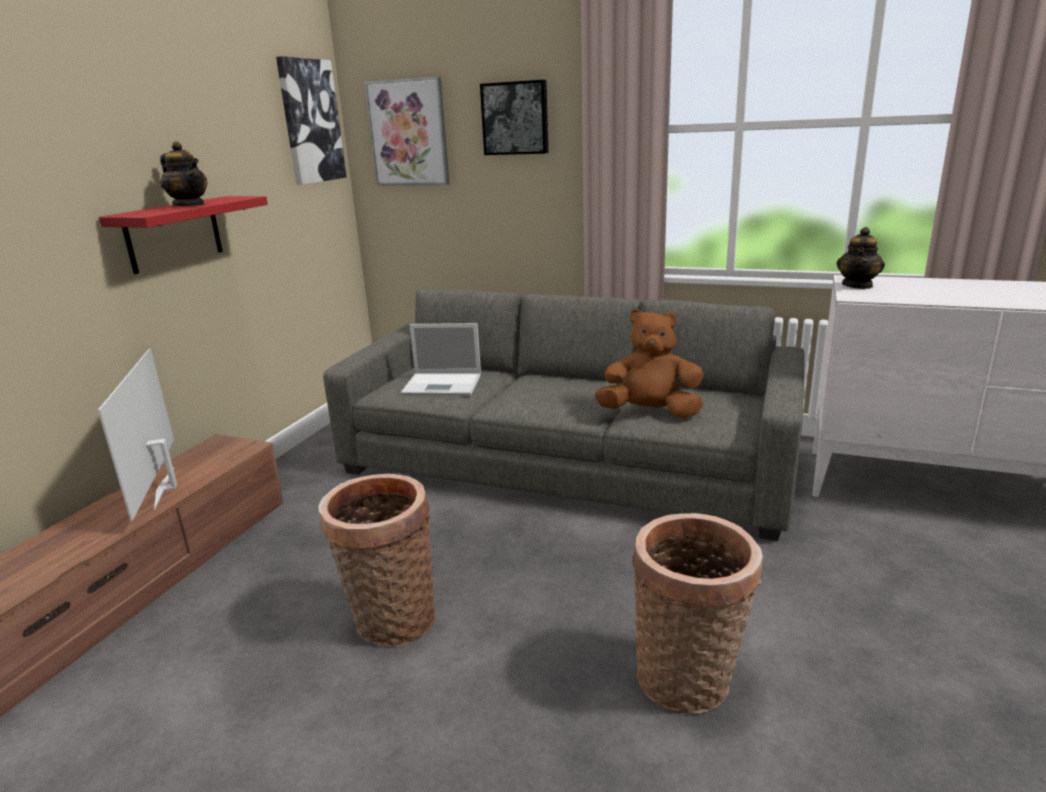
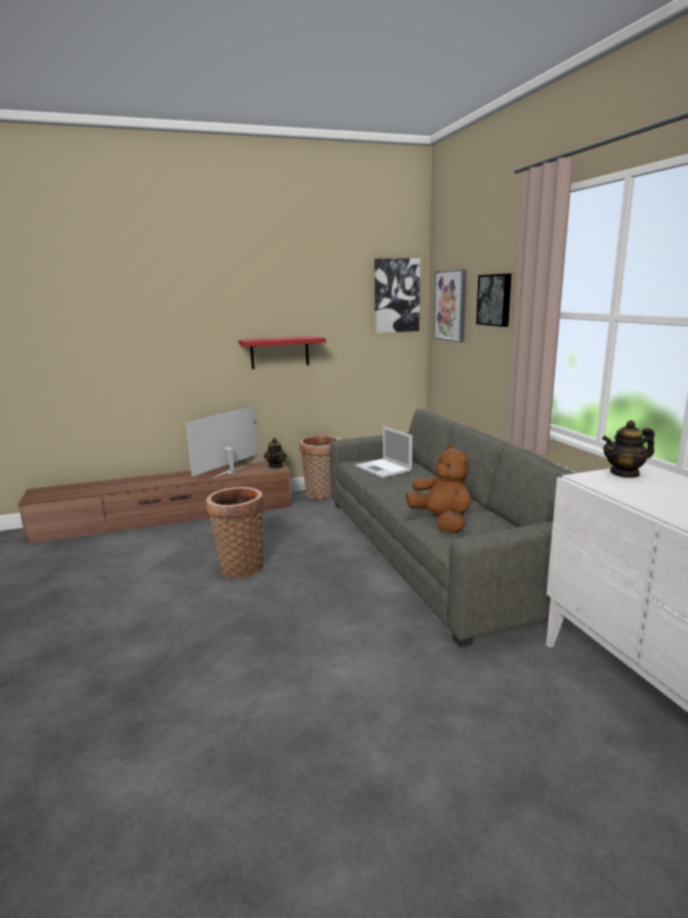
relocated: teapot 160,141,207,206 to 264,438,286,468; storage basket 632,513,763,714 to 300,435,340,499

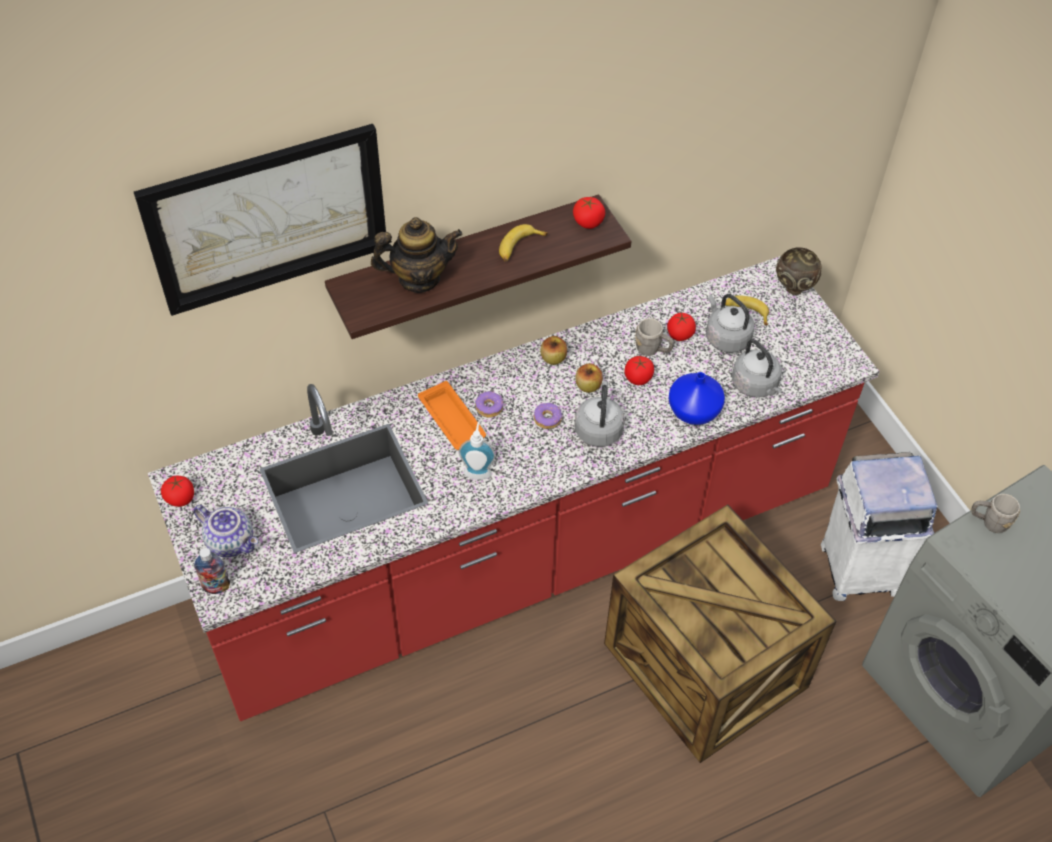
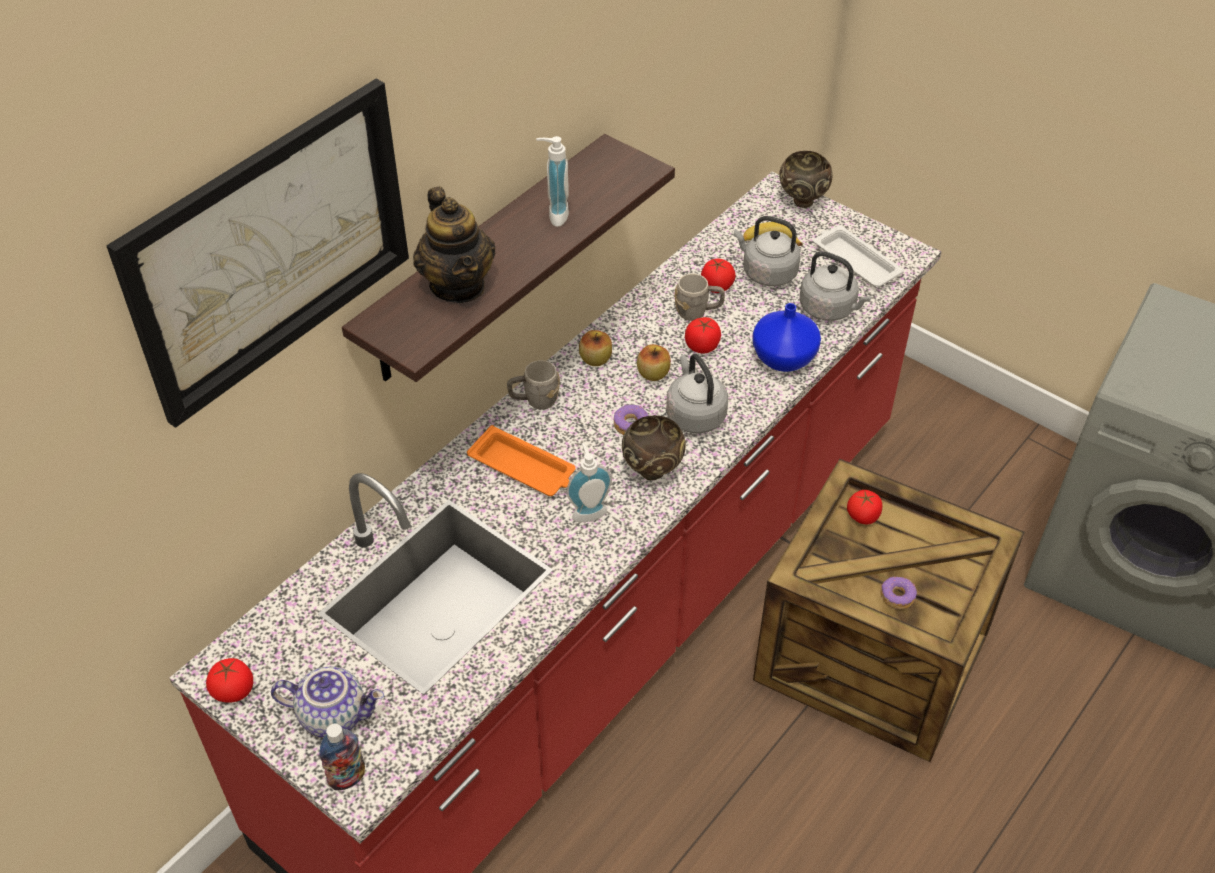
missing: white waste bin 821,452,938,601
appeared: brown-coloured bowl 622,416,686,481; white serving tray 813,225,904,288
relocated: gray tea mug 971,494,1021,533 to 507,360,560,410; whole tomato 573,197,605,229 to 847,490,883,524; donut 475,391,503,418 to 881,577,917,609
exchanged: banana fruit 499,224,548,262 to liquid soap bottle 536,136,569,227
spun: teapot 371,217,463,293 = 413,187,495,303 105 degrees clockwise

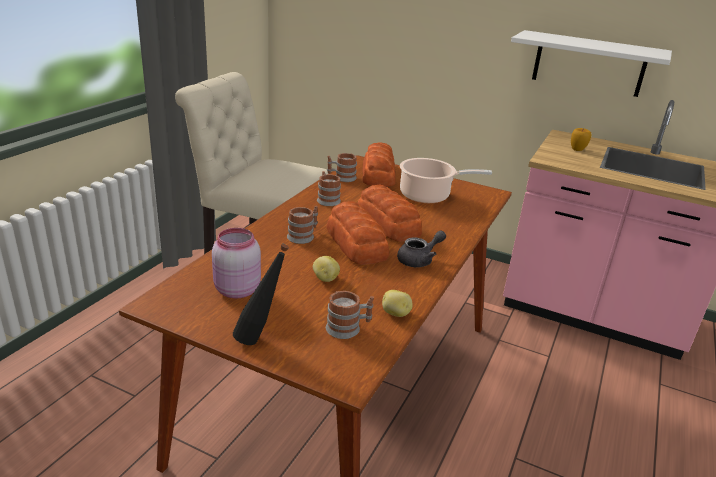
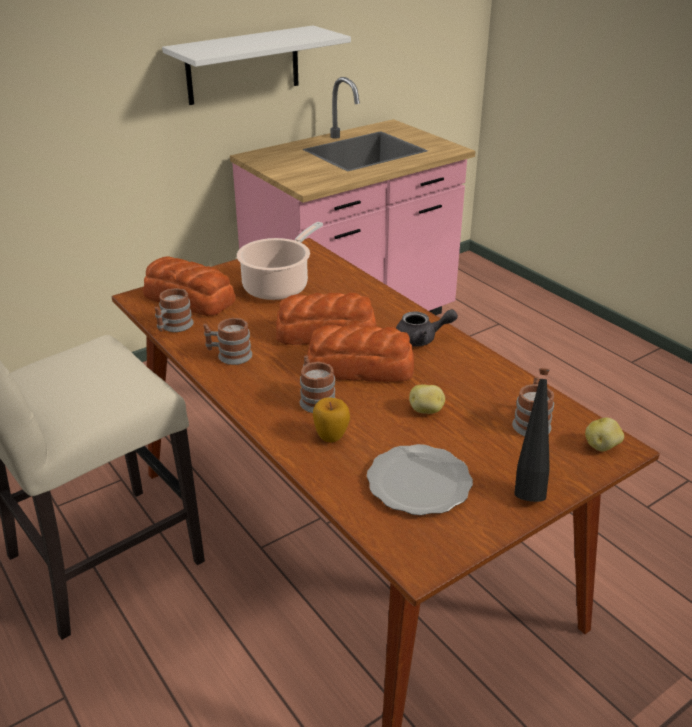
relocated: apple 571,128,591,151 to 313,397,350,443; spud 382,290,412,317 to 585,418,624,451
exchanged: pinkish preserve jar 212,228,261,298 to dinner plate 367,444,473,515
spun: gray teapot 397,230,446,267 = 396,309,458,346 90 degrees clockwise

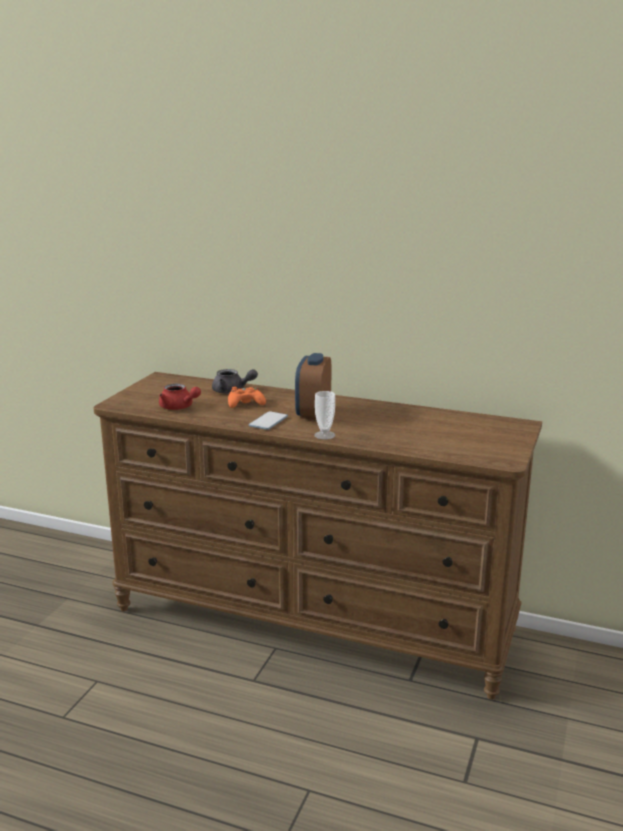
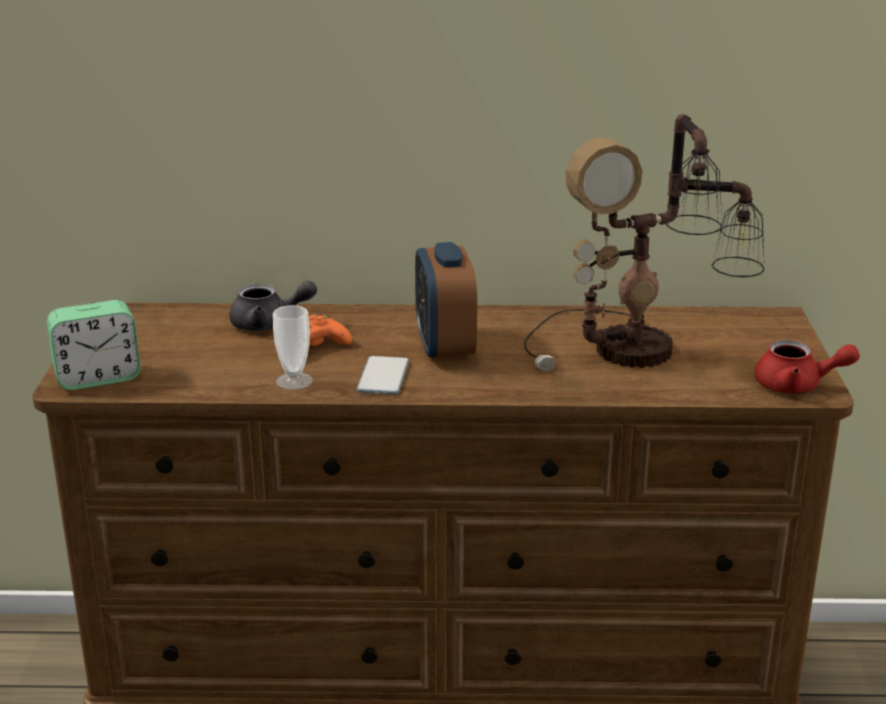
appeared: bedside clock 47,300,141,390; lamp for a table 524,114,764,371
relocated: cup 314,391,335,439 to 273,305,313,390; red teapot 159,384,201,410 to 755,340,860,393

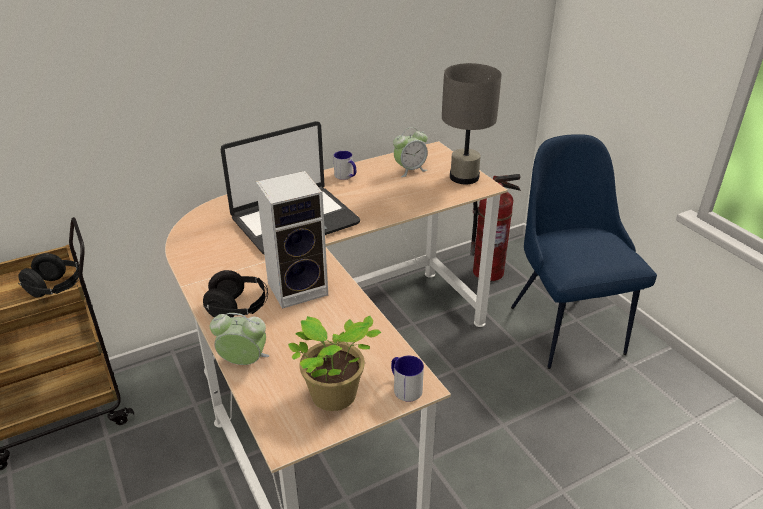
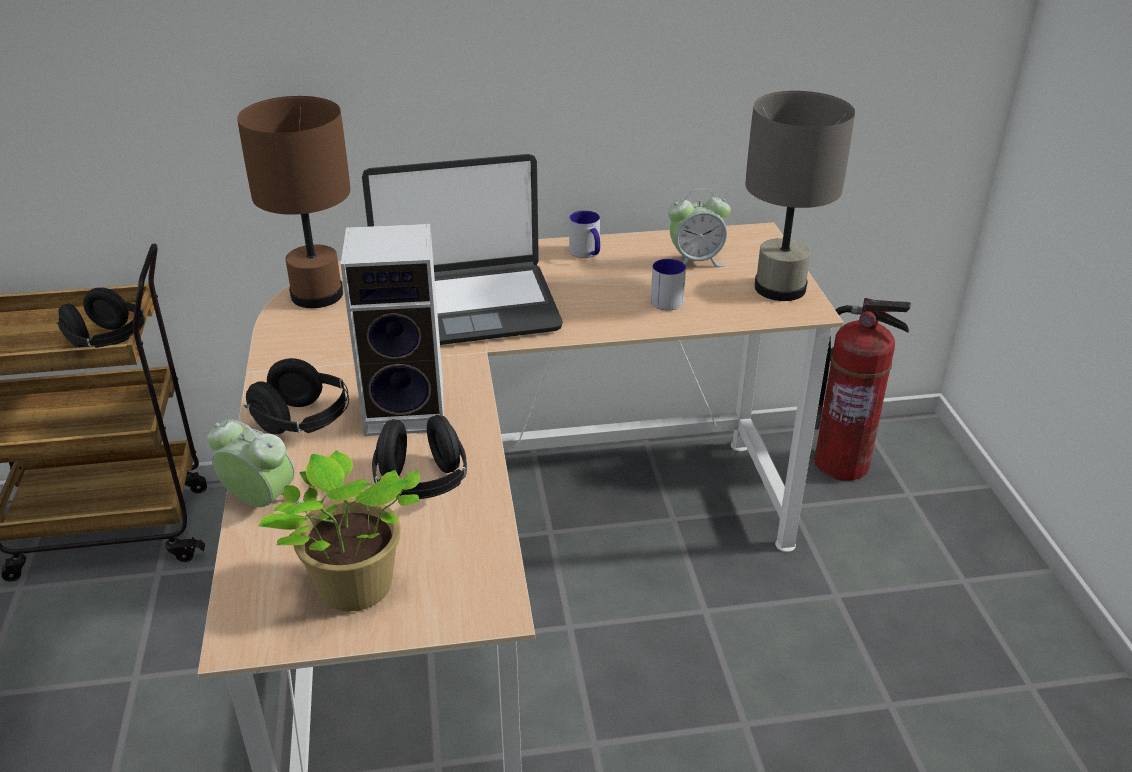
missing: bluish chair 511,134,657,369
appeared: brown-coloured lamp for a table 237,96,350,308; black-coloured headset 372,415,467,499
relocated: tea mug 391,356,424,402 to 651,259,686,310

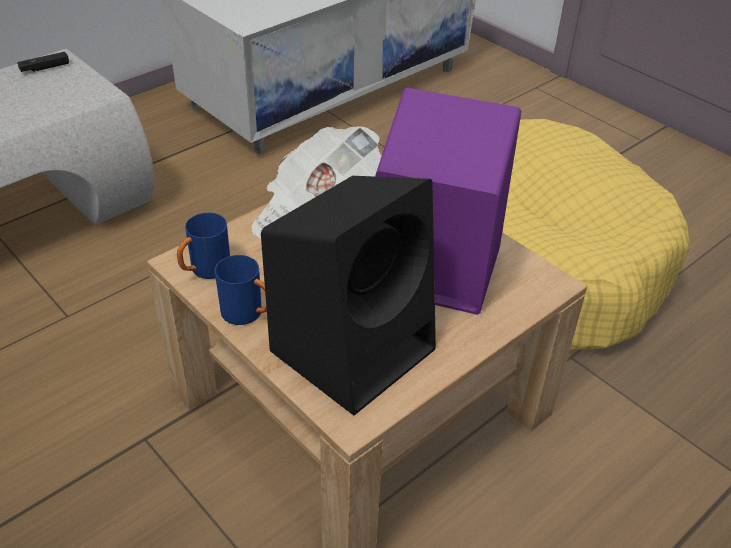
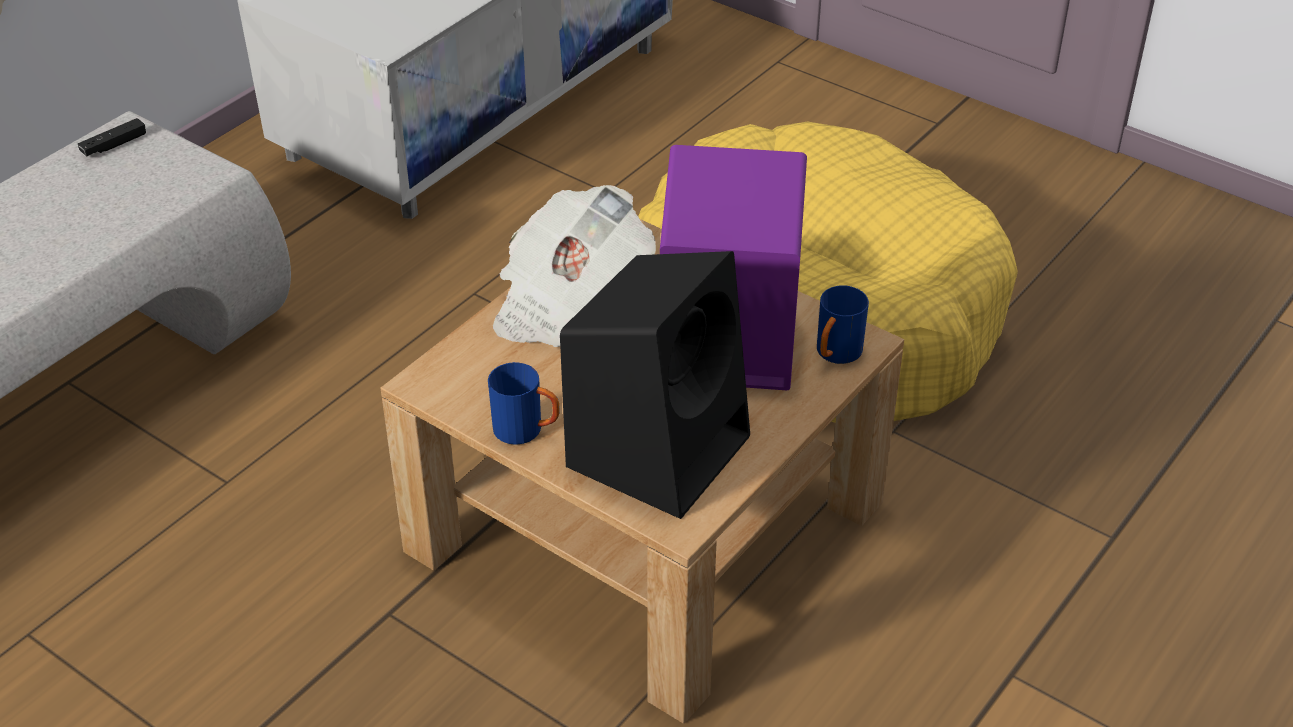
relocated: bluish tea mug 177,213,230,279 to 817,285,869,364

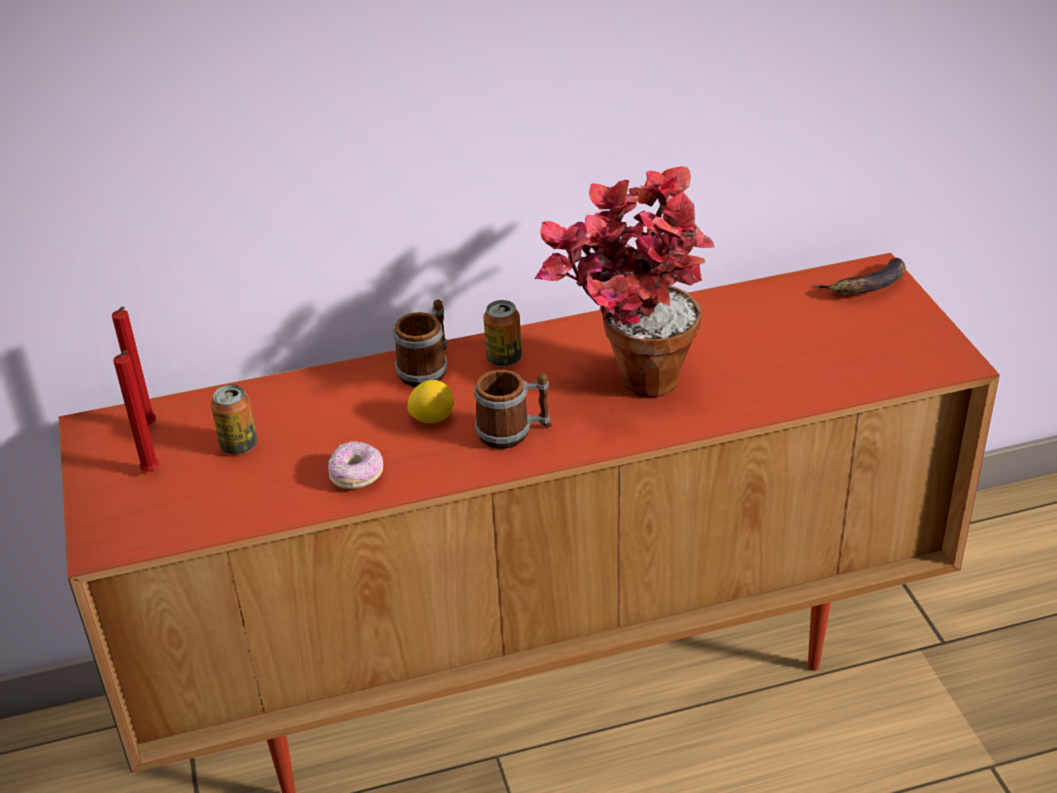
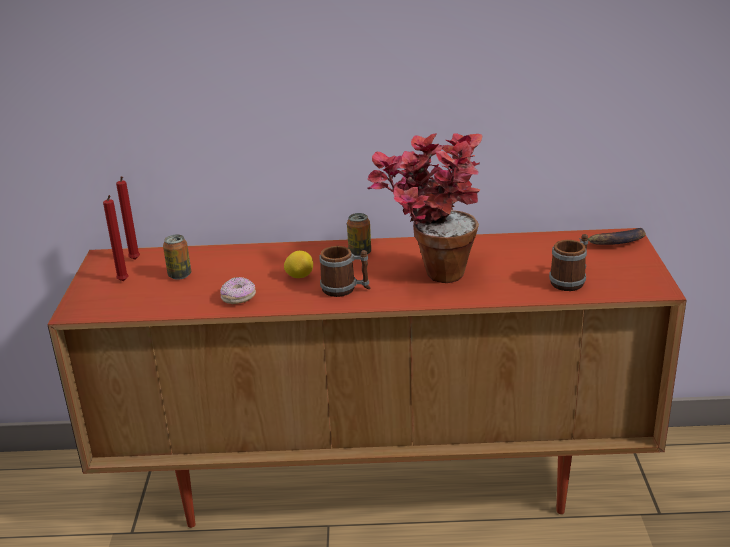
relocated: tea mug 393,300,448,387 to 549,234,588,291

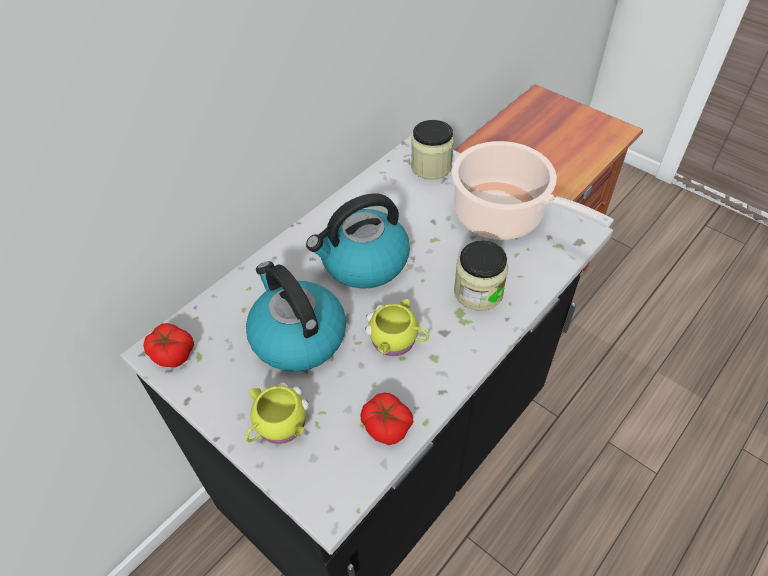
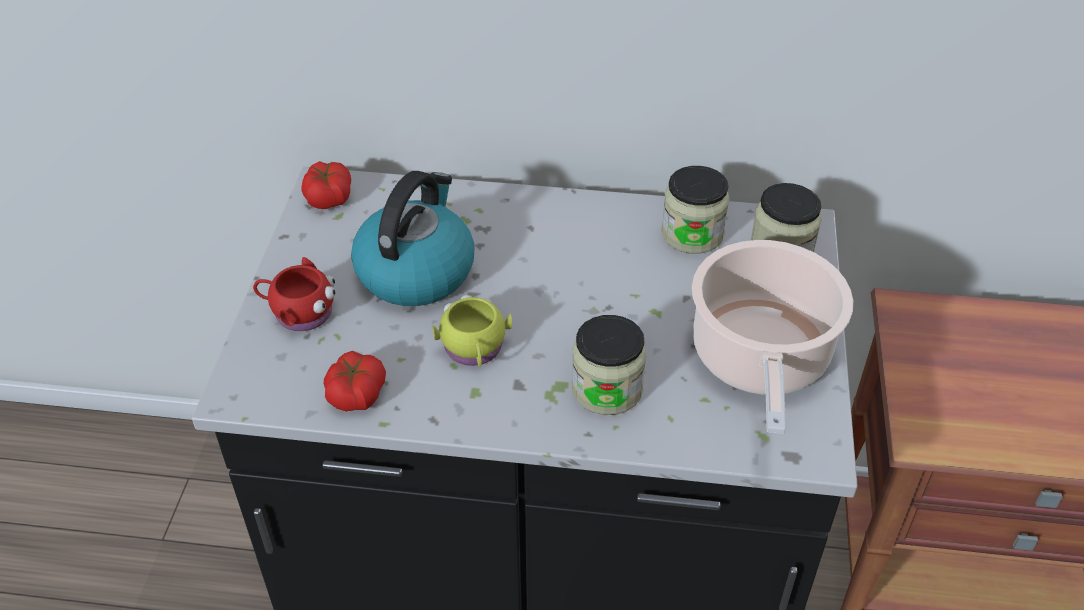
missing: kettle 306,193,410,289
appeared: preserve jar 661,166,730,254
colour: yellow tea mug 245,382,309,444 to red tea mug 253,257,336,331

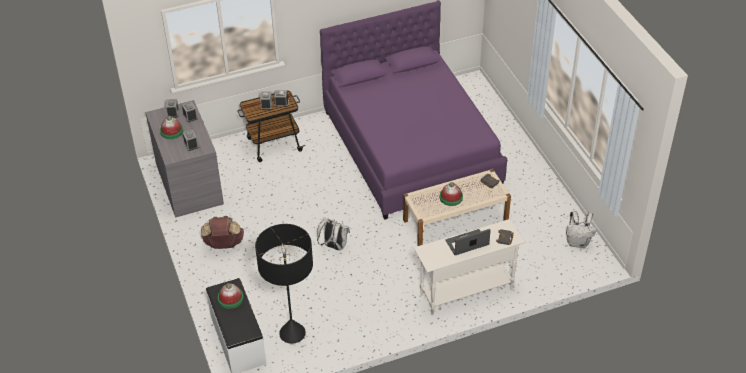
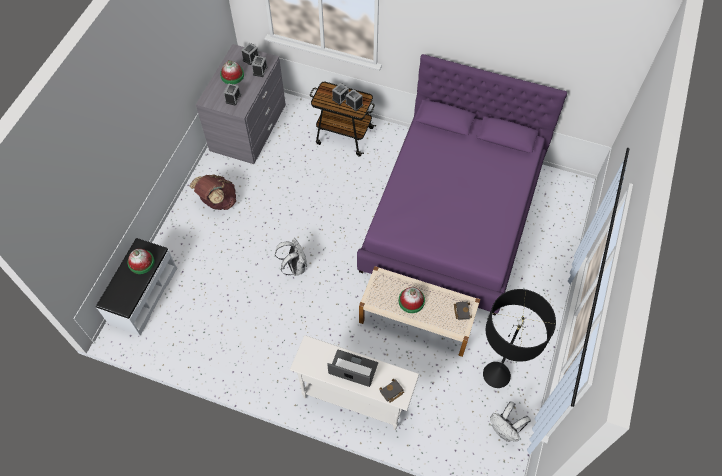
relocated: black-coloured floor lamp 255,224,313,344 to 483,289,556,388

